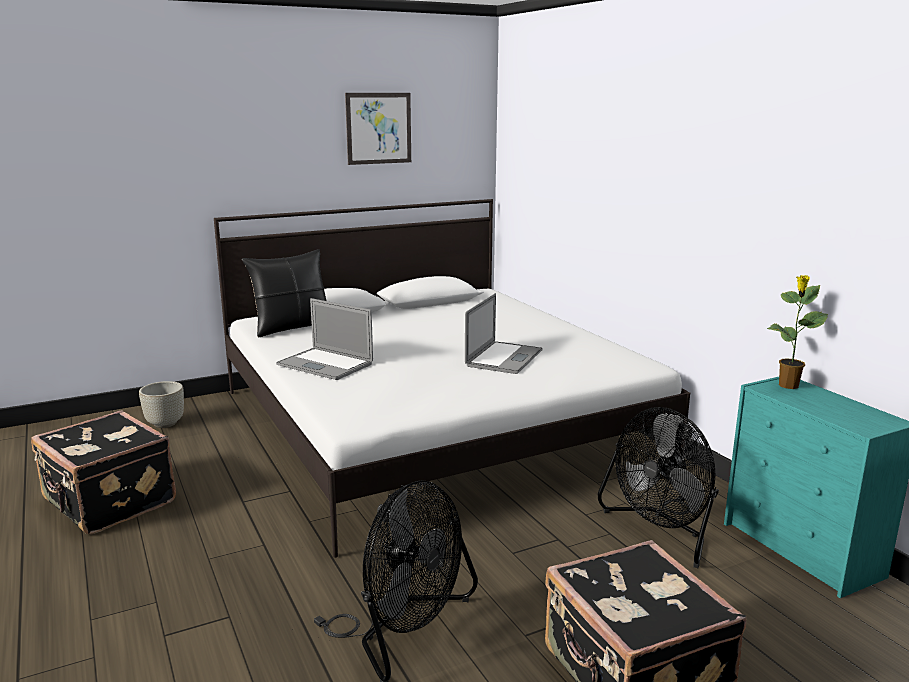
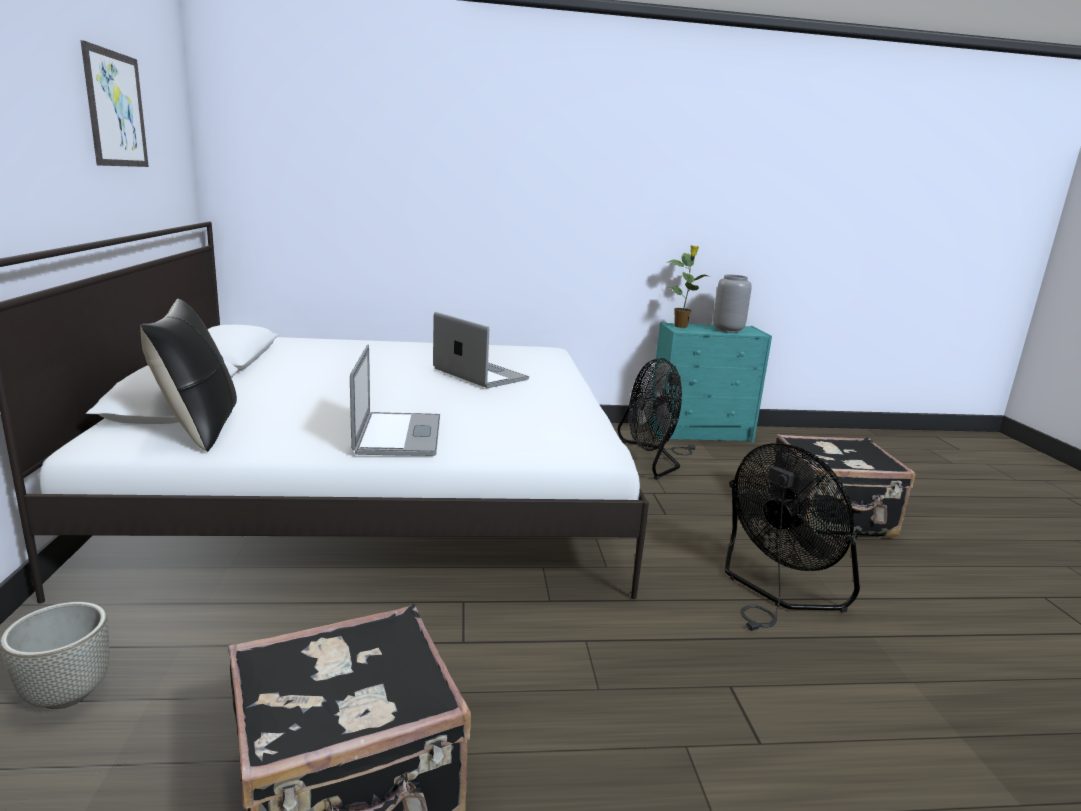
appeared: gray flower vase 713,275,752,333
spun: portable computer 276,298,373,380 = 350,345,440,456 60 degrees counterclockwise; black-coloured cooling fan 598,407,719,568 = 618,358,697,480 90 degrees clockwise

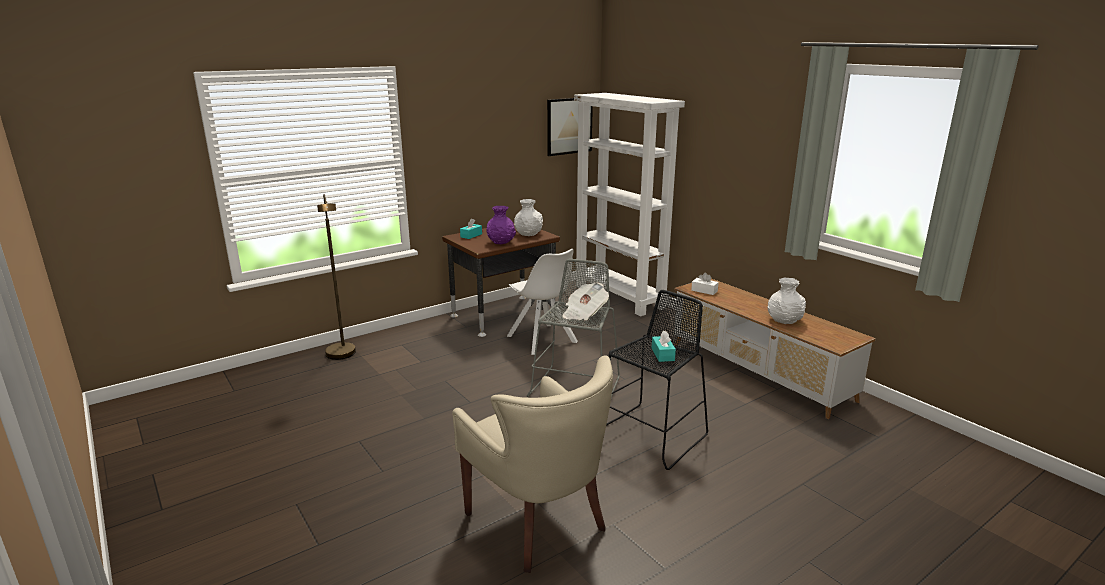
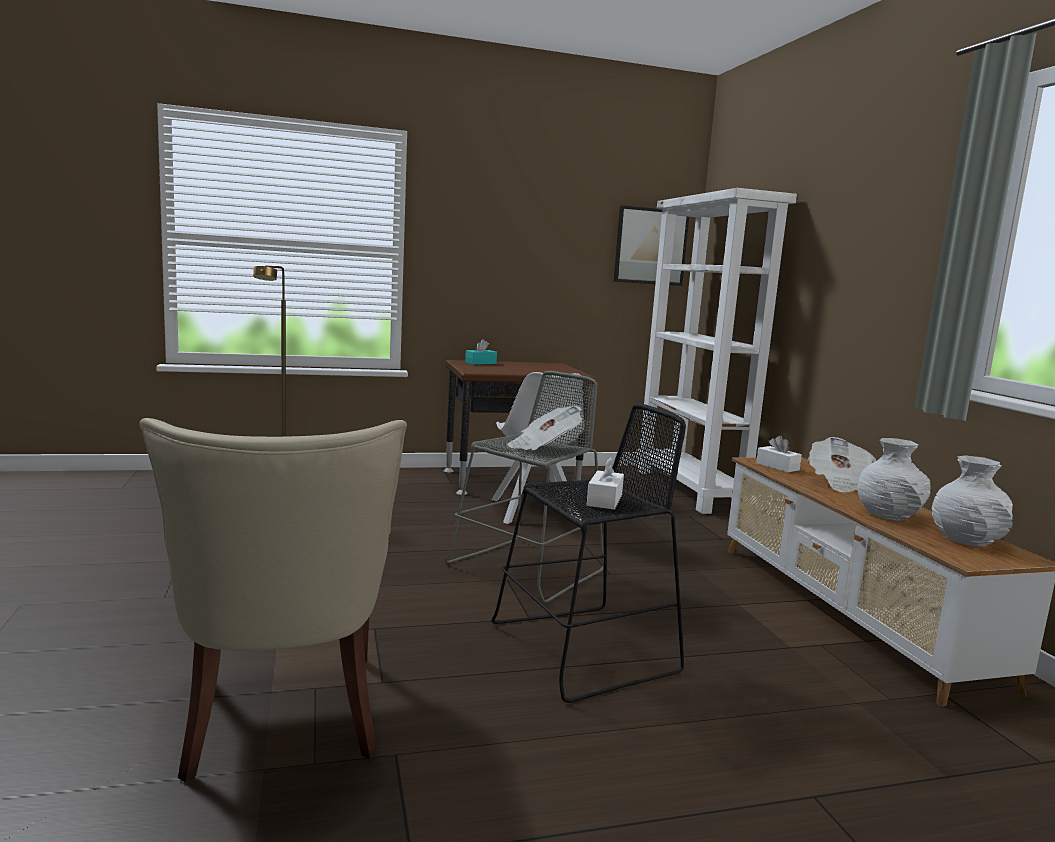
missing: purple flower vase 486,206,516,244
appeared: newspaper 808,437,876,492
relocated: white flower vase 514,199,543,236 to 932,455,1013,546
colour: turquoise-coloured tissue holder 652,331,676,362 to white tissue holder 587,457,624,510

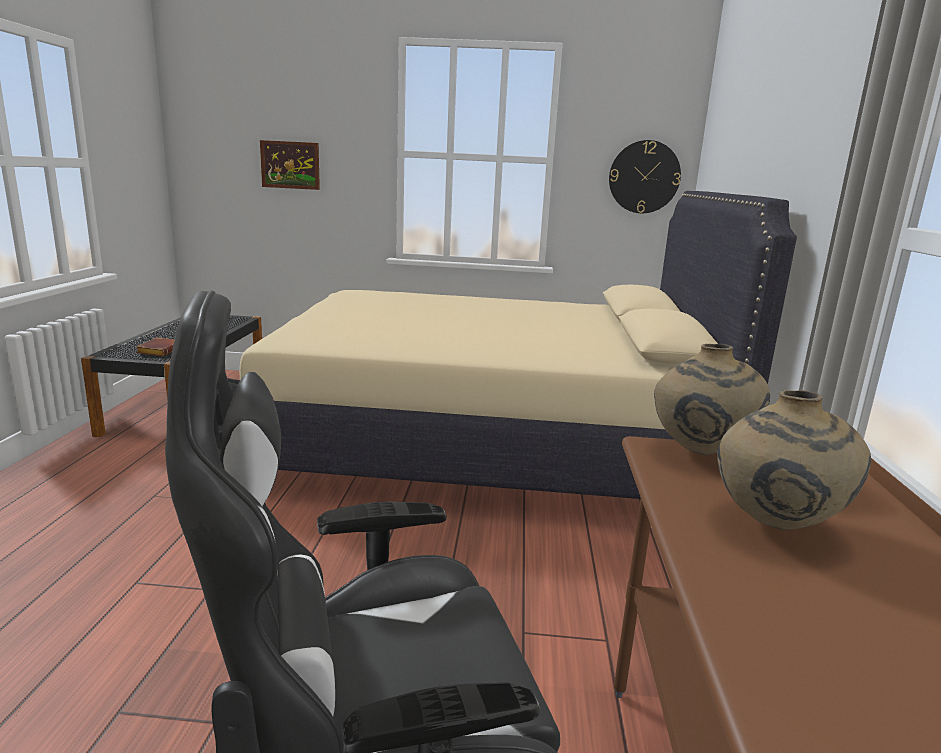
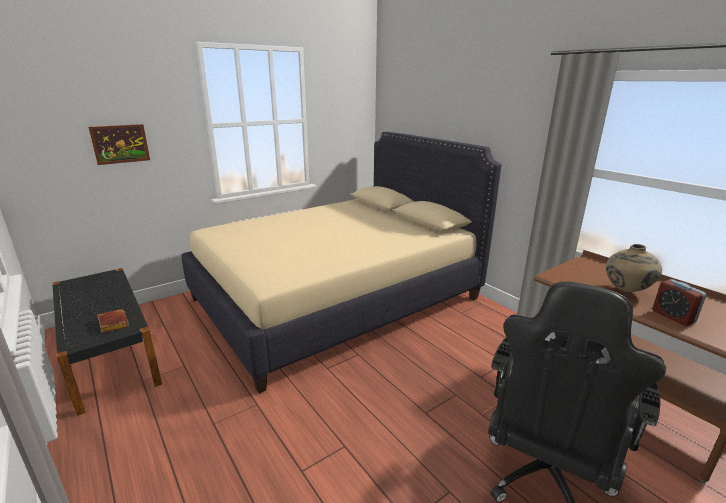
missing: hanging clock 609,140,681,213; beige-coloured flower vase 654,344,770,455
appeared: bedside clock 653,279,706,326

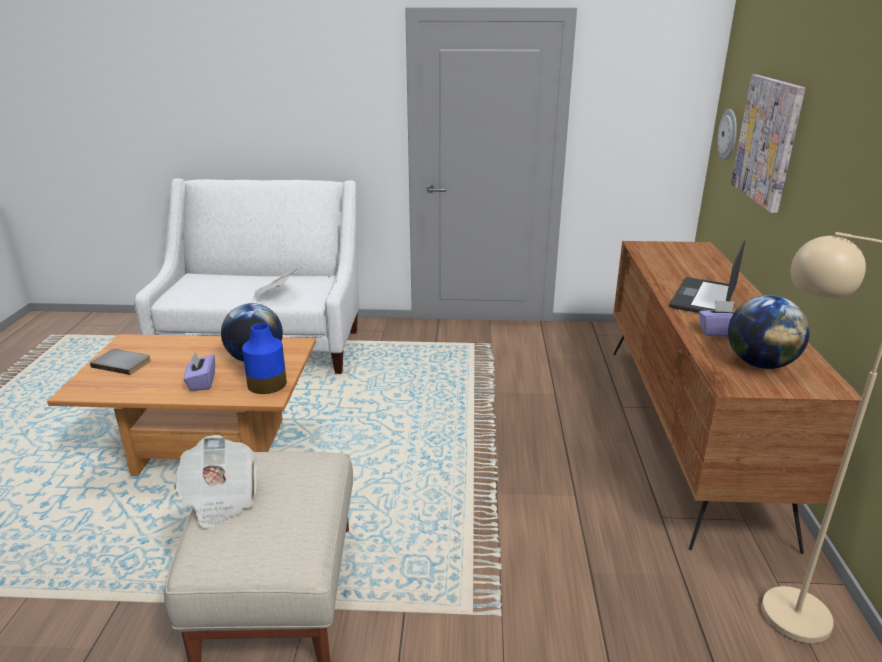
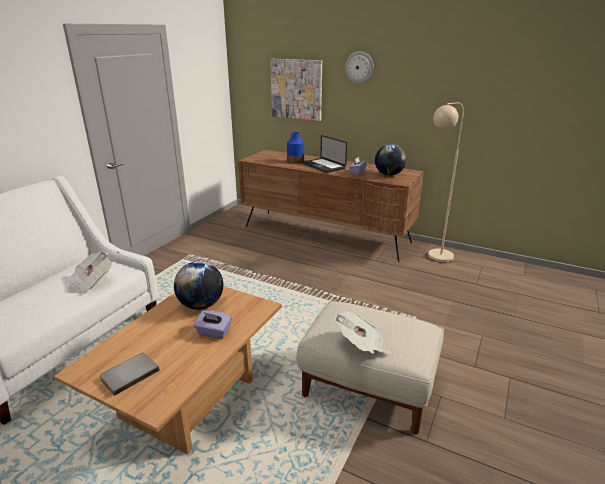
relocated: bluish flower vase 242,323,287,394 to 287,132,304,164; hanging clock 717,109,737,160 to 345,51,374,84

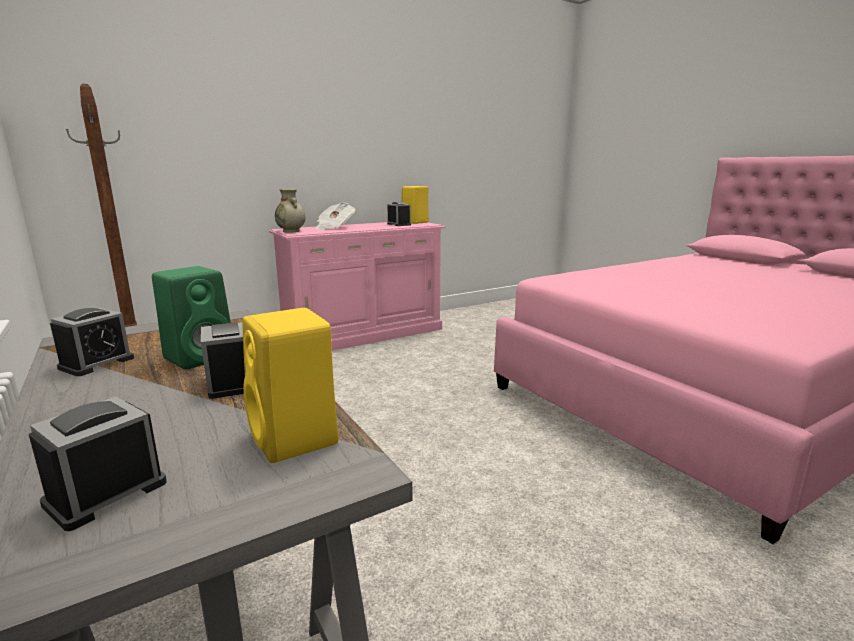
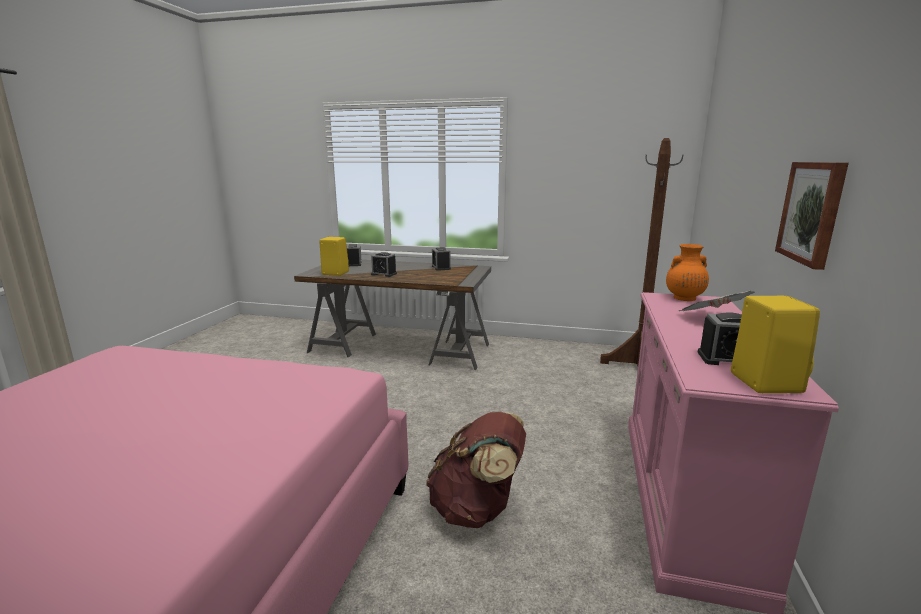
missing: green-coloured audio speaker 152,266,231,370
appeared: brown-coloured backpack 426,412,526,528; wall art 775,162,849,270
colour: beige-coloured flower vase 275,189,305,233 to orange-coloured flower vase 666,244,709,301

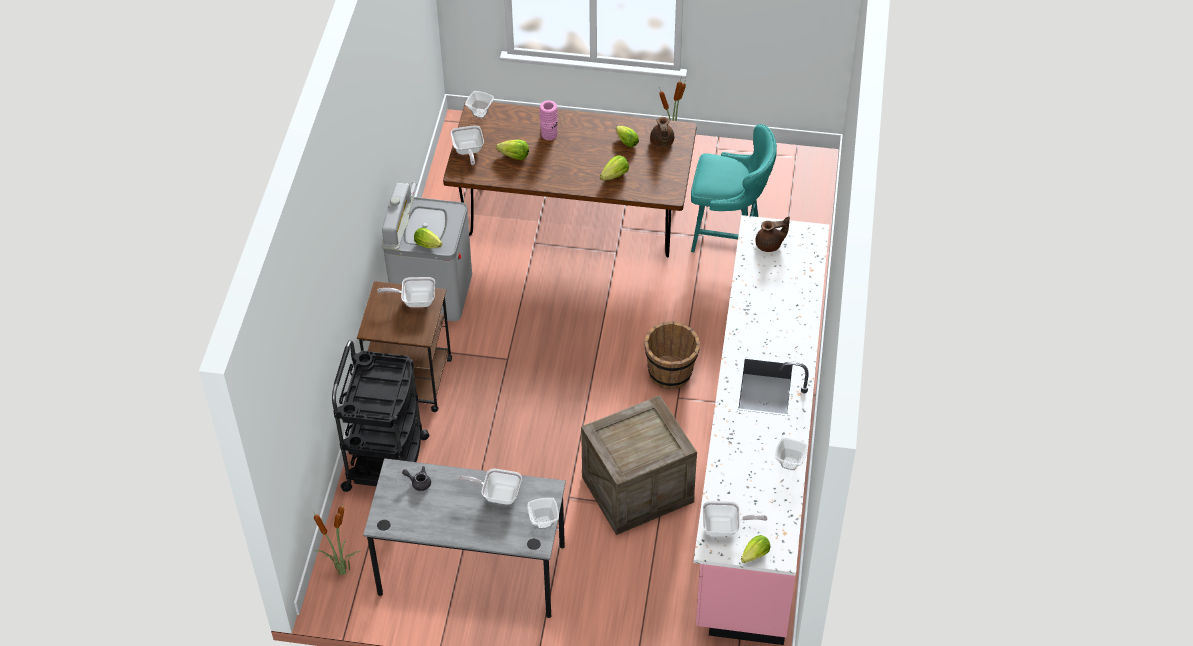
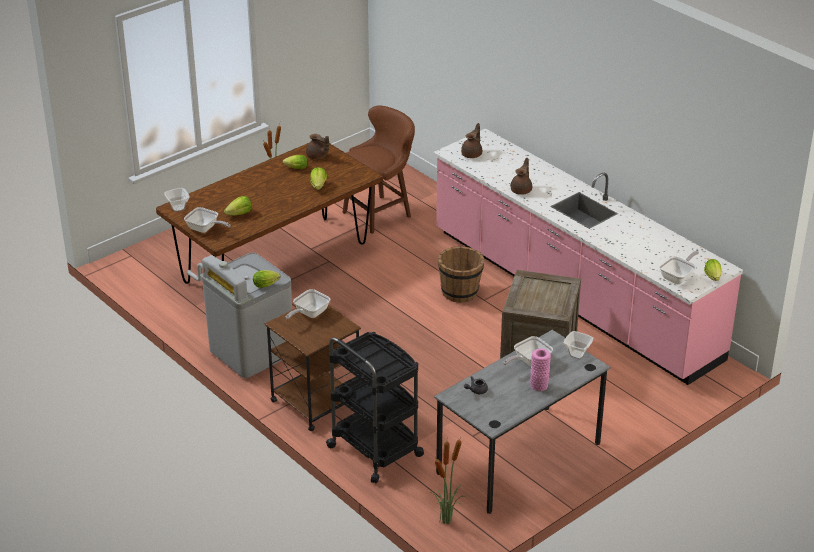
missing: bowl 775,438,808,470
appeared: brown-coloured teapot 511,158,532,195
relocated: pinkish flower vase 540,100,558,140 to 530,348,551,391
colour: turquoise-coloured stool 691,124,777,252 to brown-coloured stool 343,105,415,234

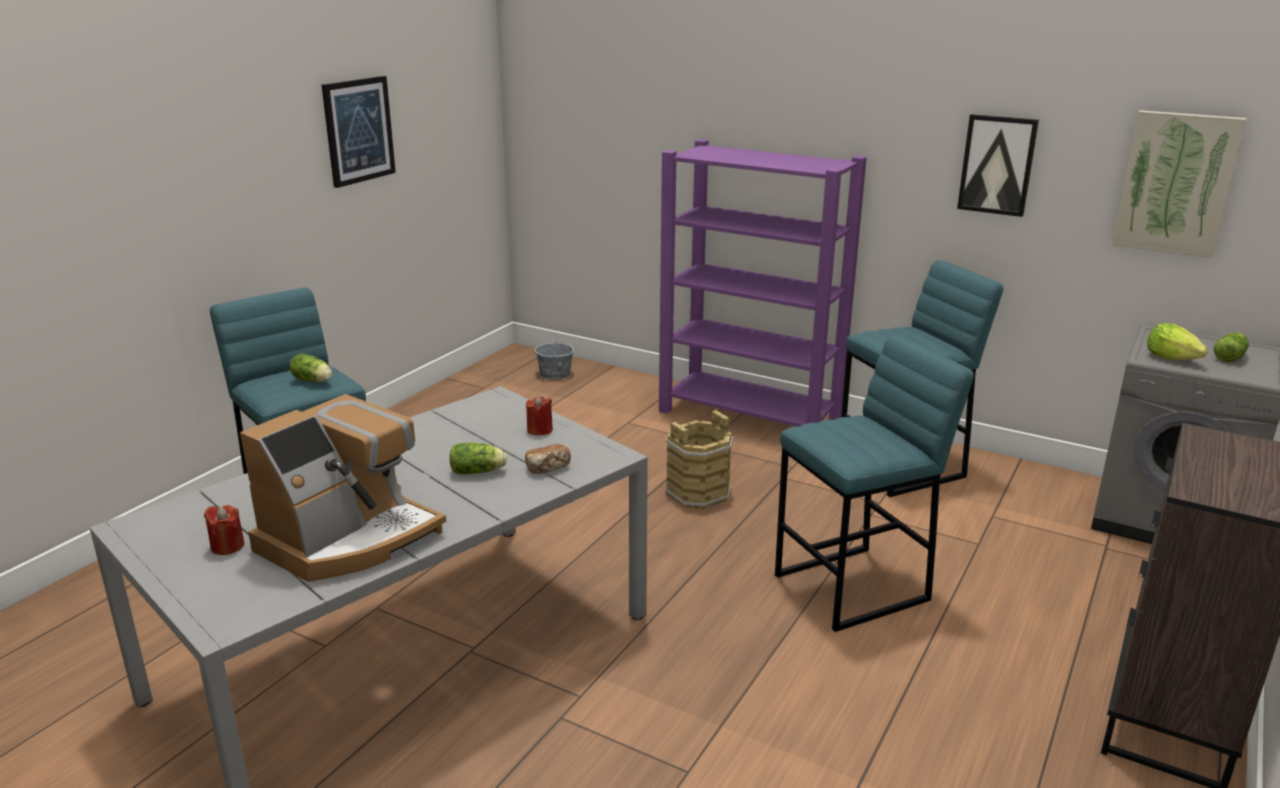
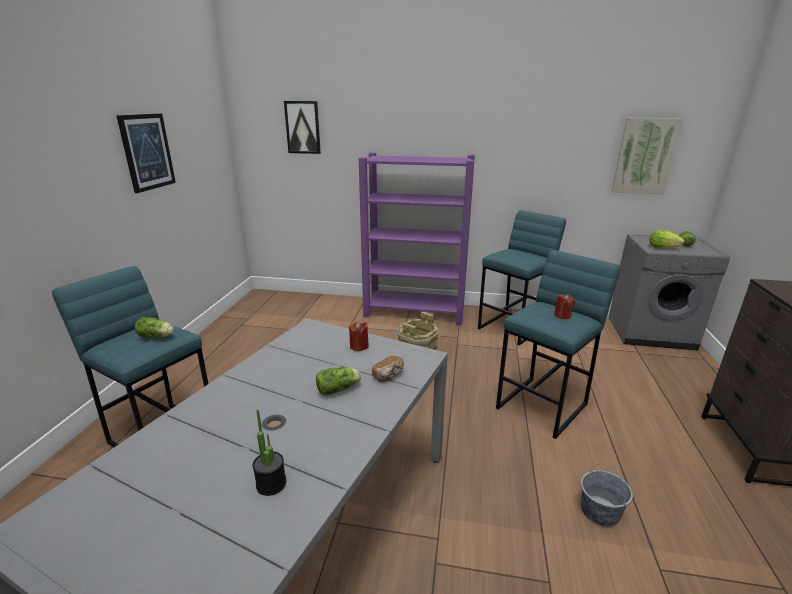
relocated: wall art 957,114,1039,217 to 284,101,321,154; red wax candle 204,505,245,555 to 554,294,575,319; gray pail 535,331,574,380 to 581,464,633,527
exchanged: coffee maker 240,394,446,582 to houseplant 253,409,286,496

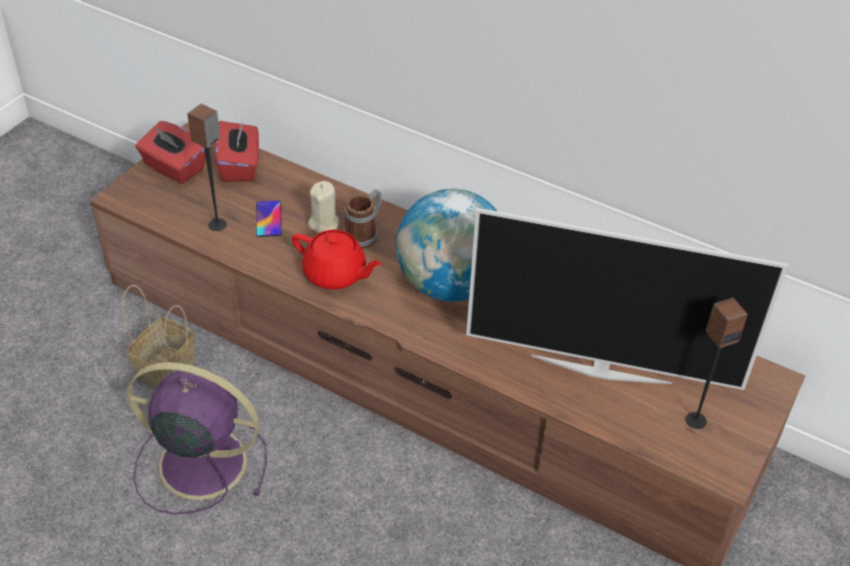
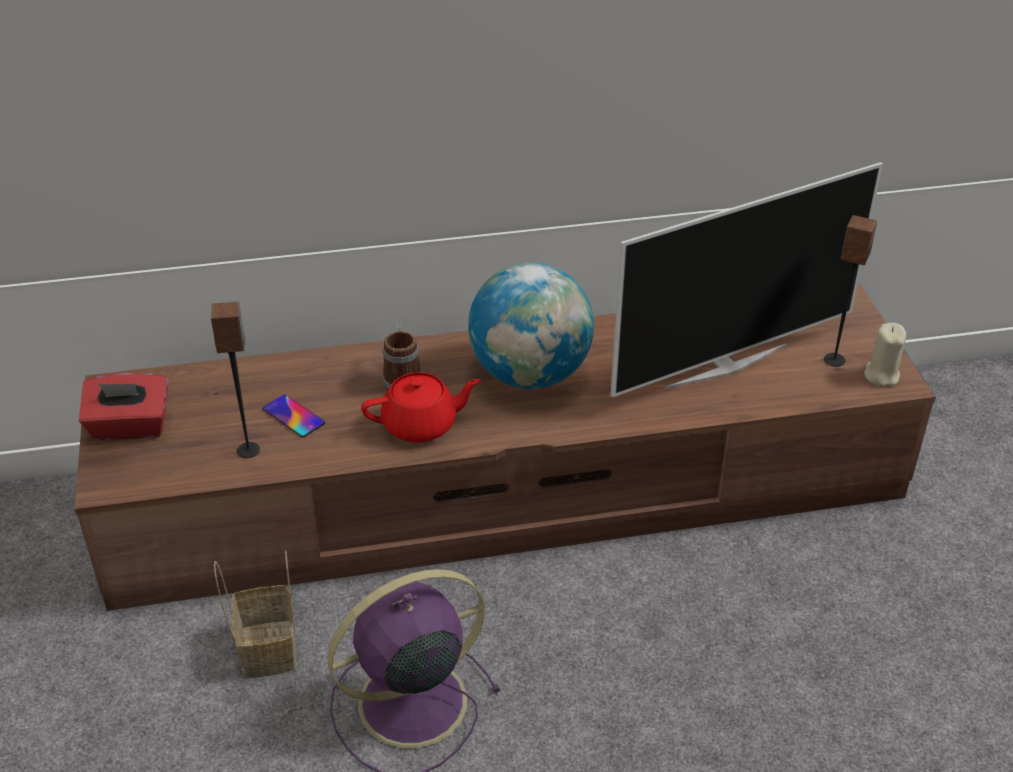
missing: red tissue holder 215,121,259,182
relocated: beige-coloured wax candle 308,181,339,234 to 864,323,906,386

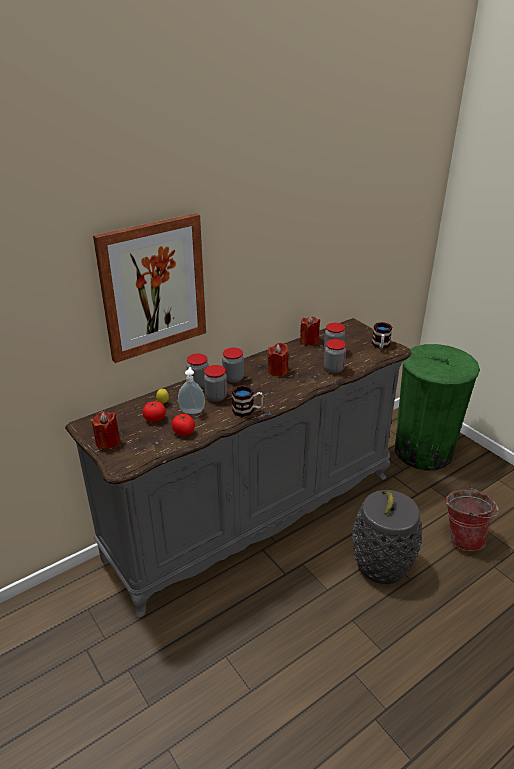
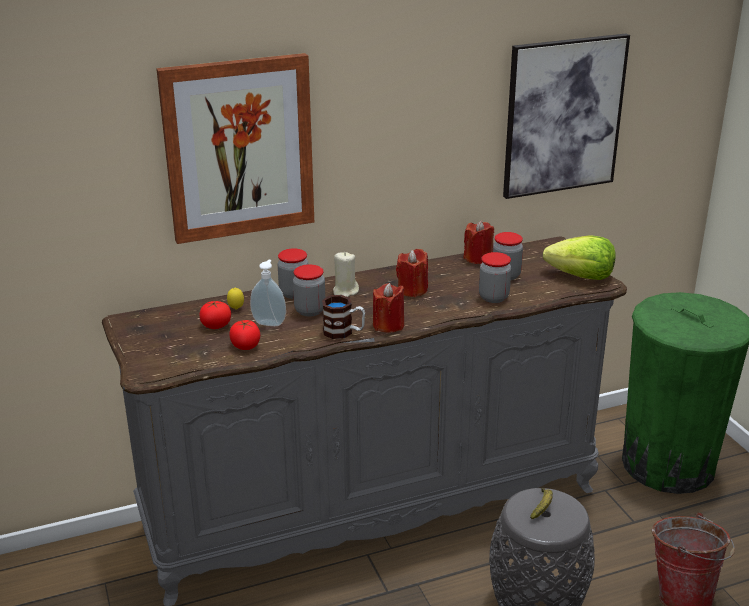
appeared: wall art 503,33,630,199
relocated: red wax candle 92,411,120,449 to 373,283,405,333
exchanged: preserve jar 222,348,244,383 to beige-coloured wax candle 333,252,359,297; tea mug 372,322,392,349 to lettuce head 543,235,615,280

